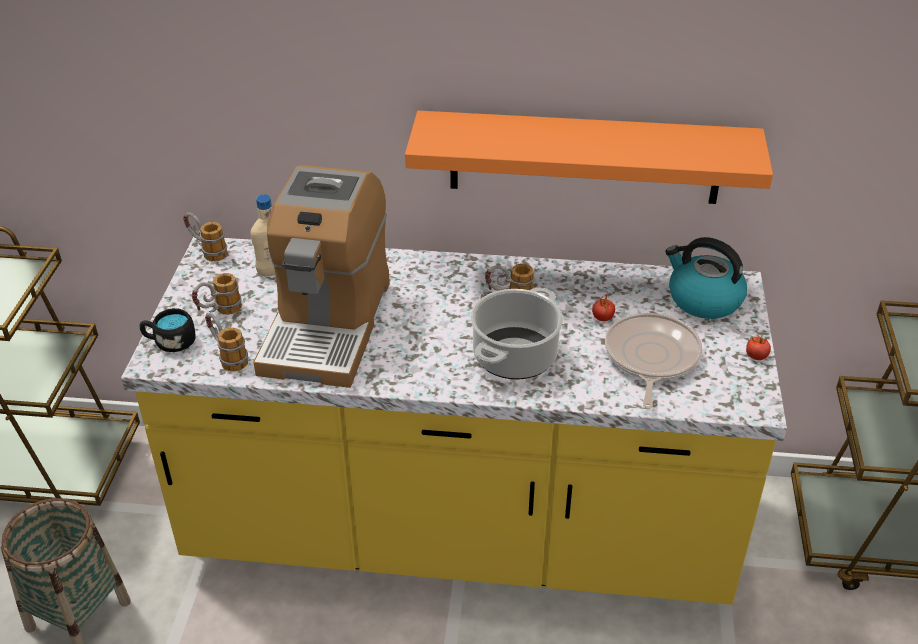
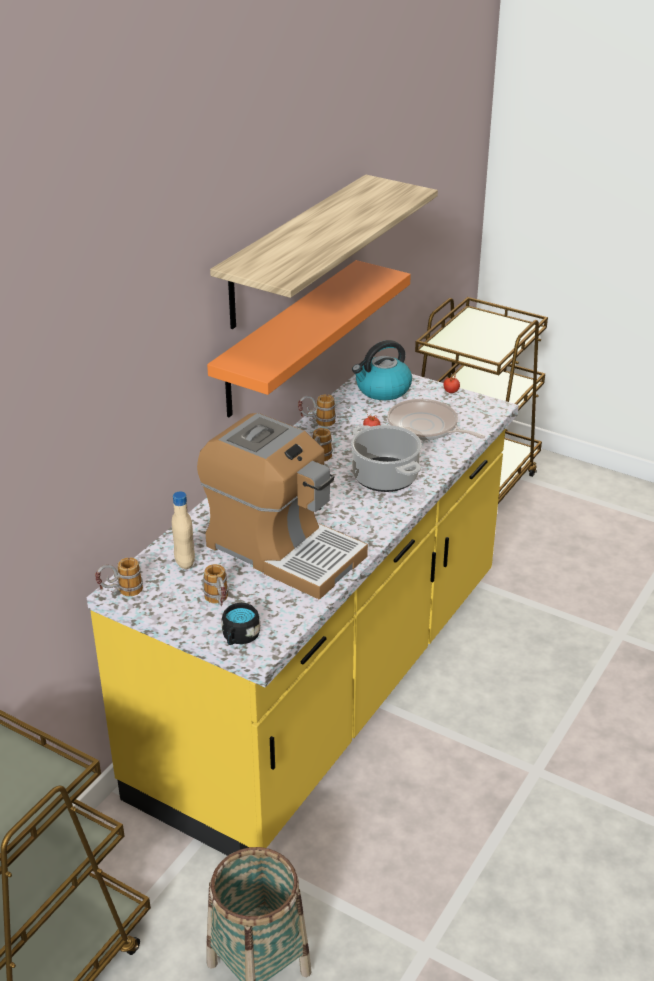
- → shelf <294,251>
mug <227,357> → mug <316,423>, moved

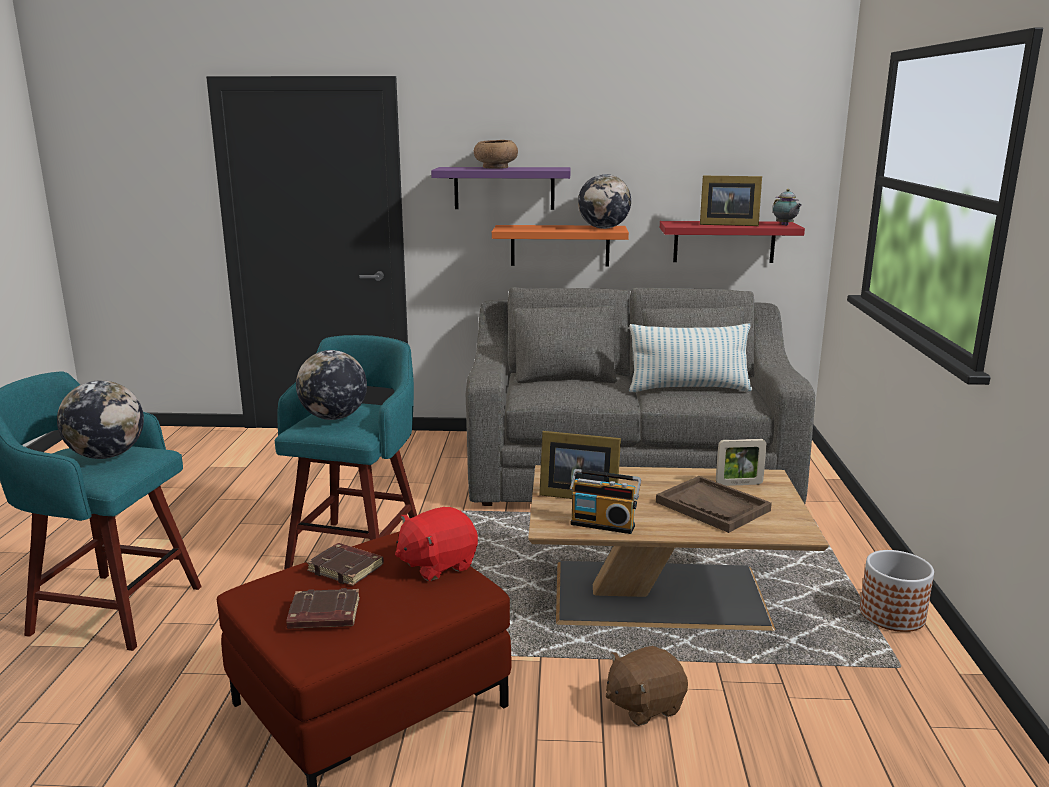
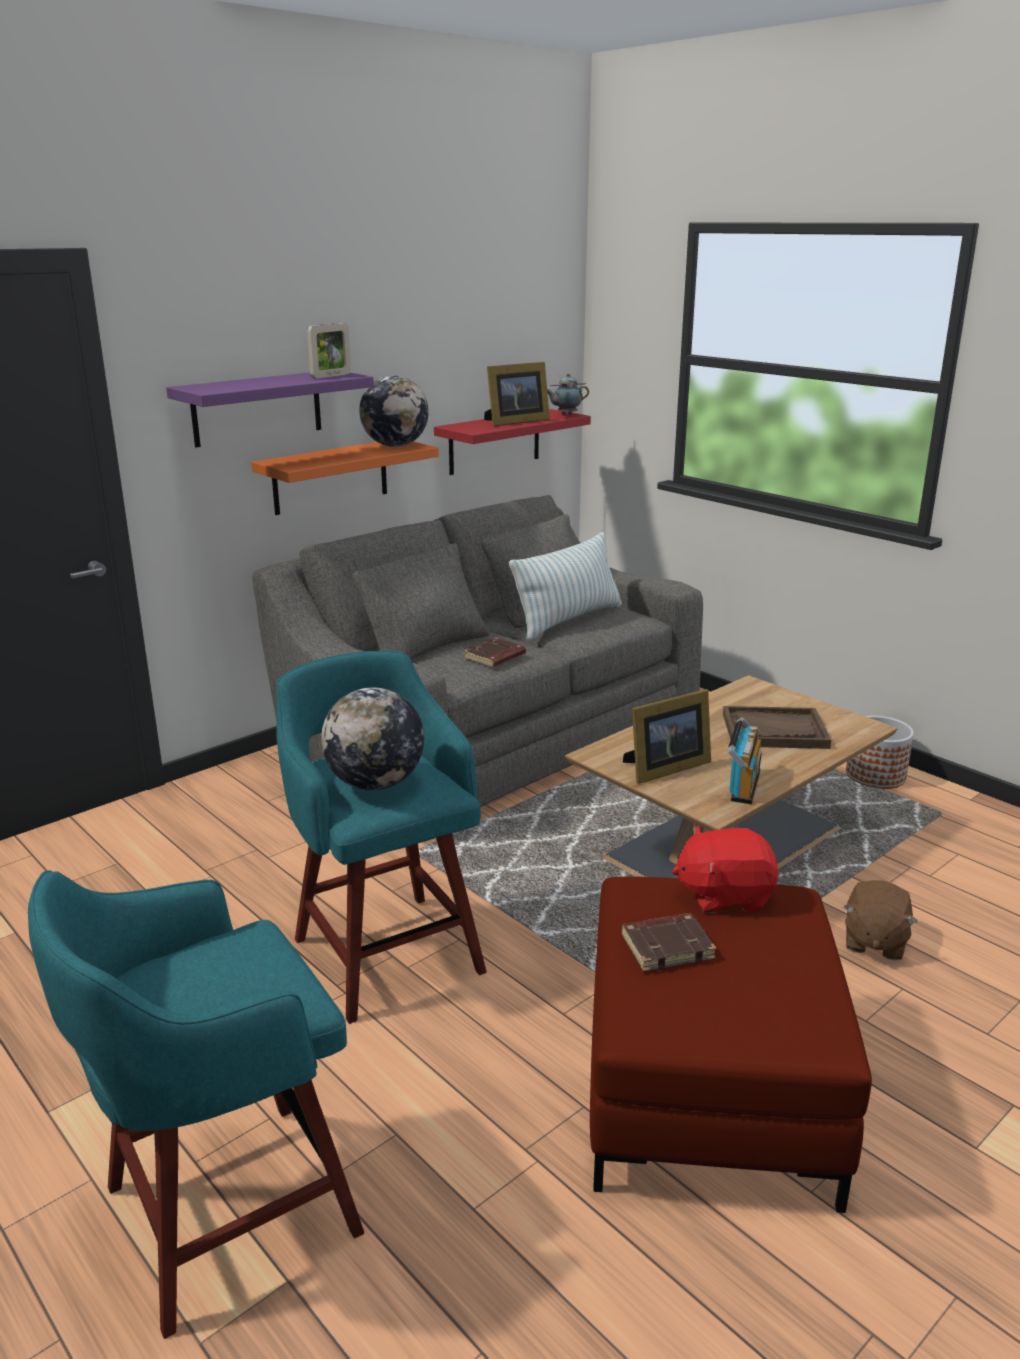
picture frame <739,484> → picture frame <331,376>, moved
brown book <323,615> → brown book <495,657>, moved
teapot <785,225> → teapot <565,415>, 135 degrees clockwise
red plush toy <437,565> → red plush toy <724,895>, 75 degrees clockwise
radio <603,524> → radio <741,785>, 45 degrees counterclockwise
globe <107,455> → -
brown bowl <496,167> → -

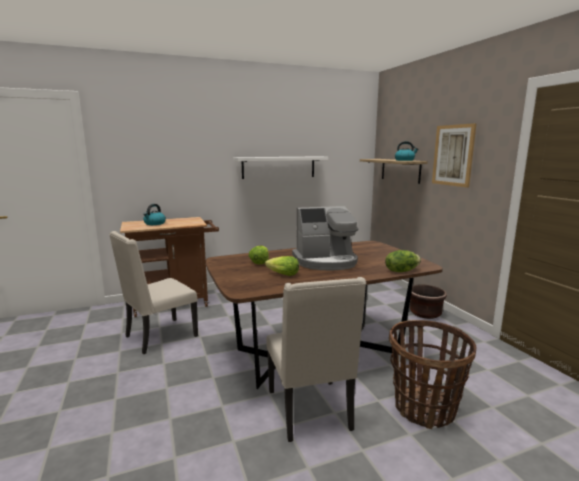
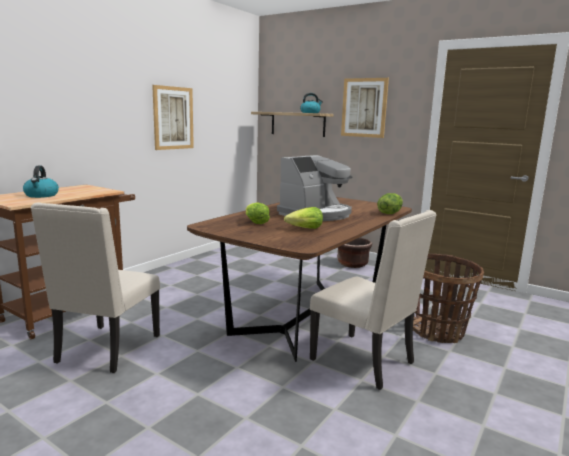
white shelf <279,167> → picture <173,118>

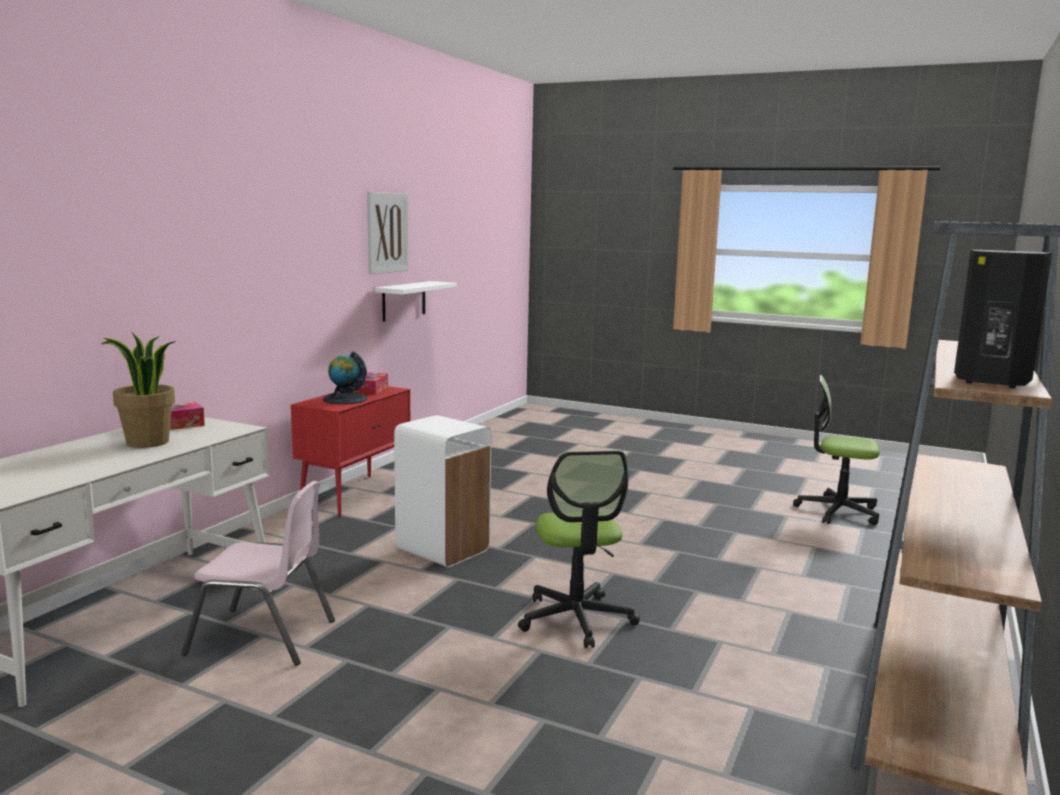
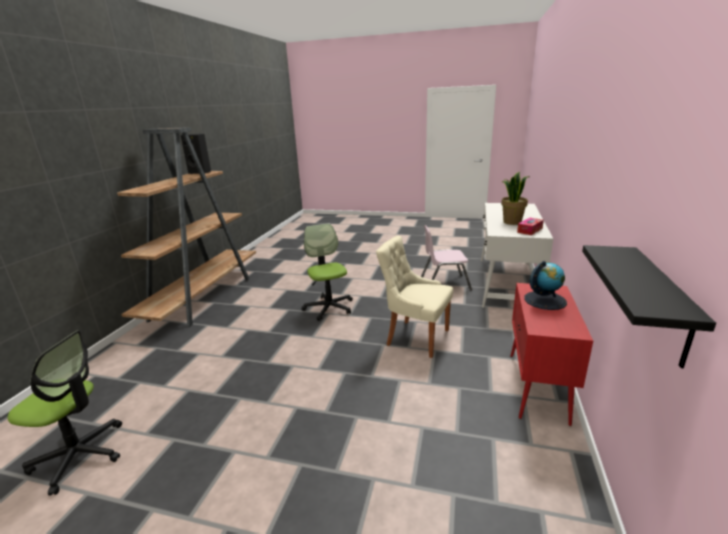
white trash can <442,550> → beige chair <415,337>
white shelf <404,300> → black shelf <661,304>
tissue box <372,390> → -
picture <387,232> → -

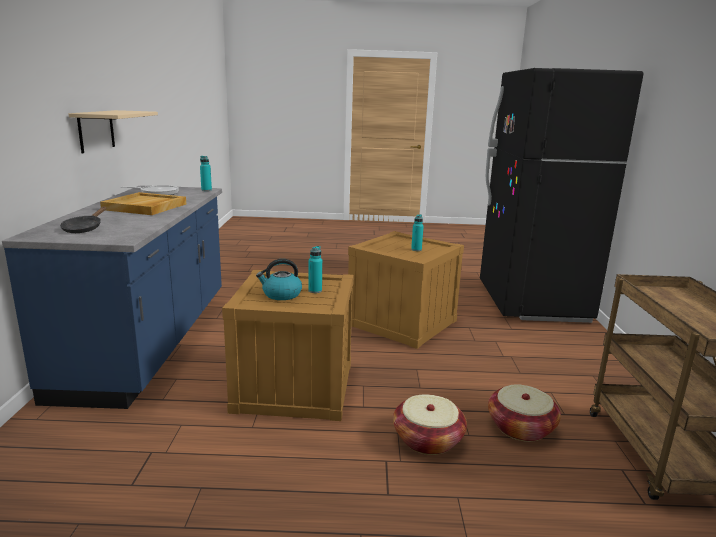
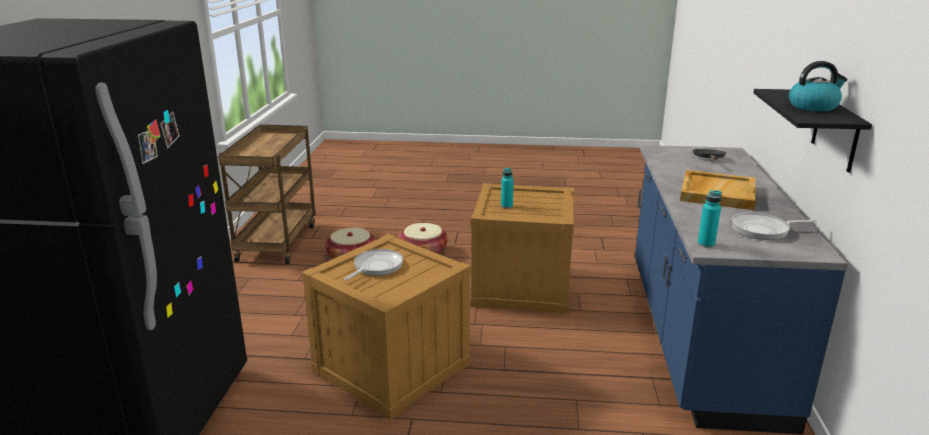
turquoise bottle <416,249> → frying pan <376,267>
beige shelf <96,130> → black shelf <835,131>
kettle <281,295> → kettle <813,106>, moved

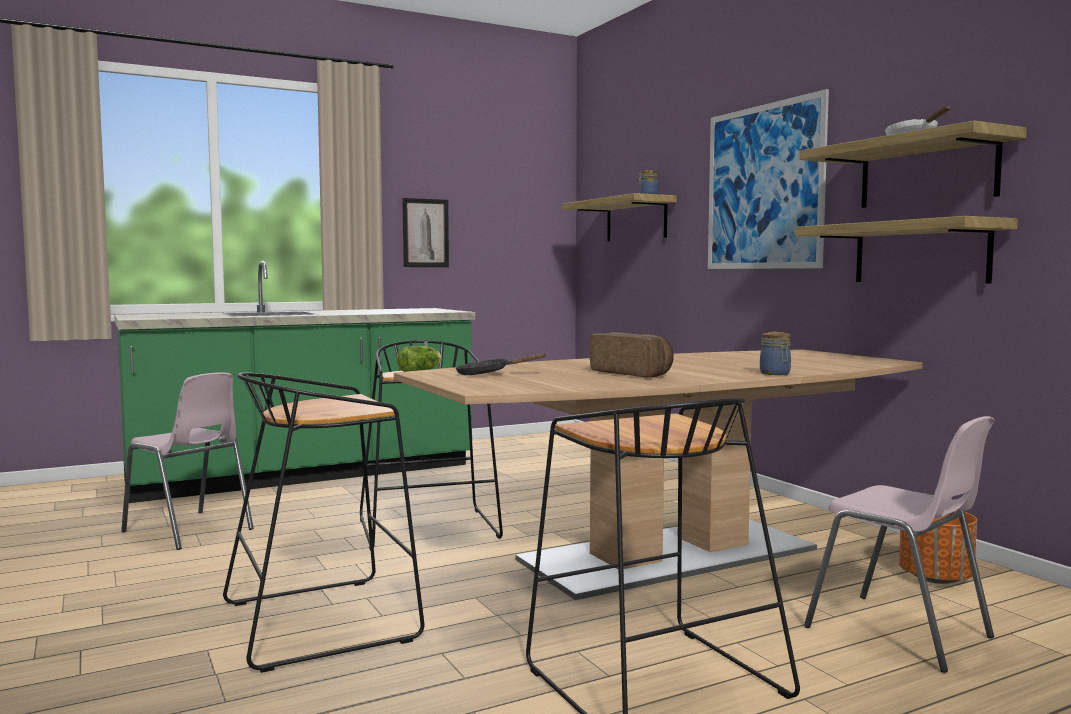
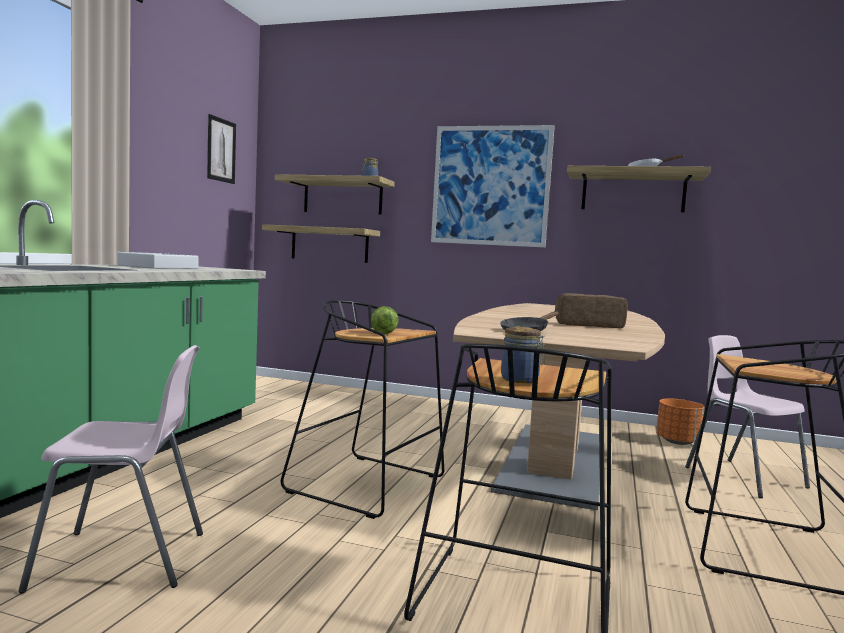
- → grey tray <158,267>
picture <425,233> → picture <221,150>, moved
shelf <920,253> → shelf <329,244>, moved
jar <775,374> → jar <521,380>, moved
pink chair <900,633> → pink chair <743,477>, 120 degrees counterclockwise

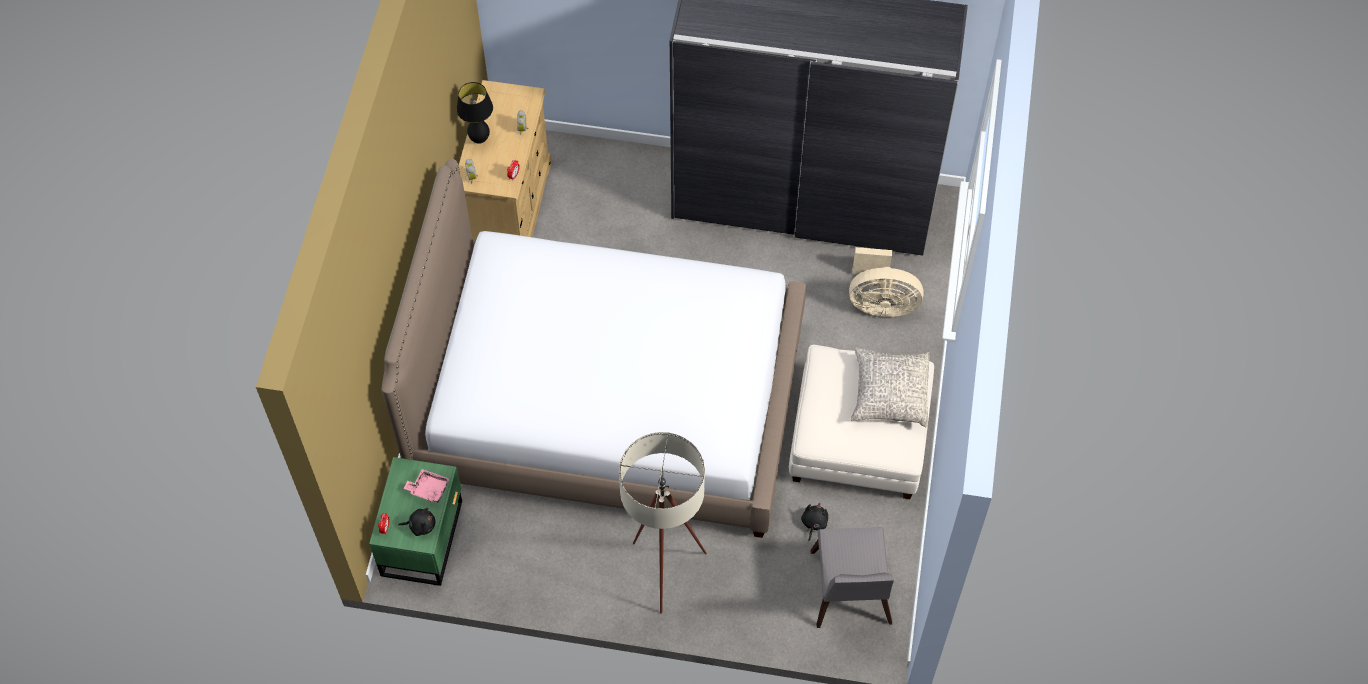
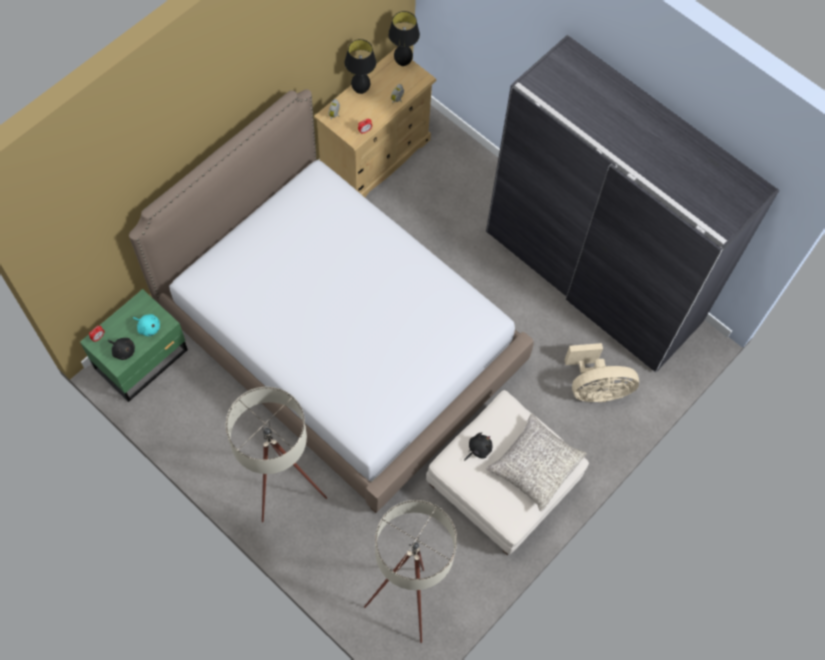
pink tray <428,489> → turquoise plush toy <148,327>
grey chair <849,594> → beige floor lamp <408,598>
- → black table lamp <402,62>
black plush toy <813,523> → black plush toy <478,449>, moved
beige fan <880,303> → beige fan <595,389>, 45 degrees counterclockwise

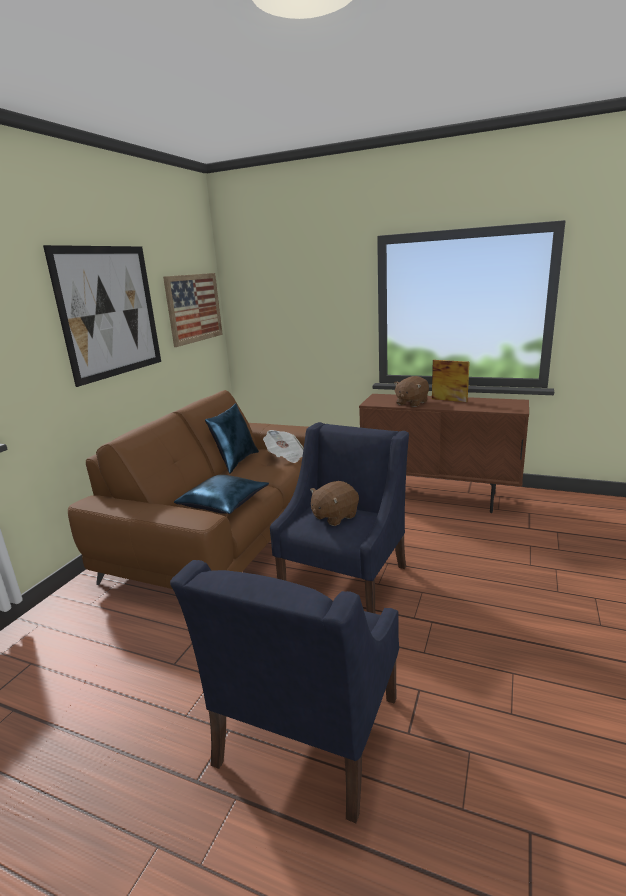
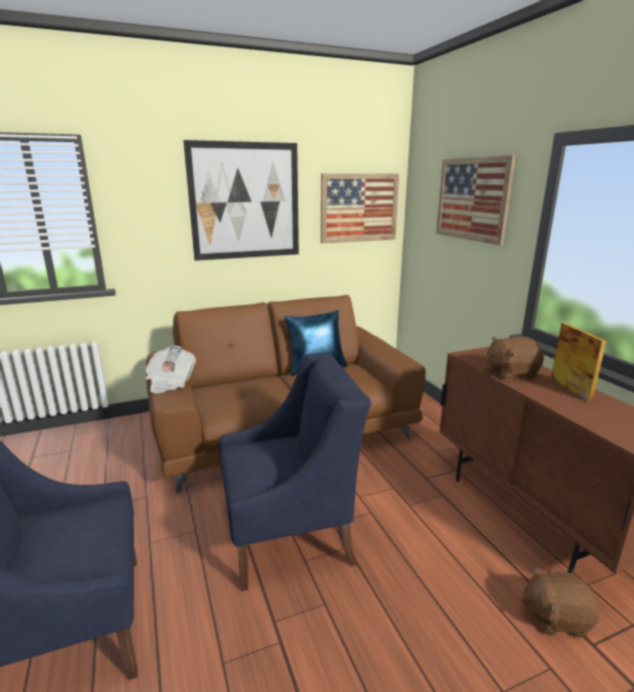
newspaper <285,456> → newspaper <170,382>, moved
- → picture <472,199>
brown plush toy <334,516> → brown plush toy <555,617>, moved
blue pillow <223,502> → -

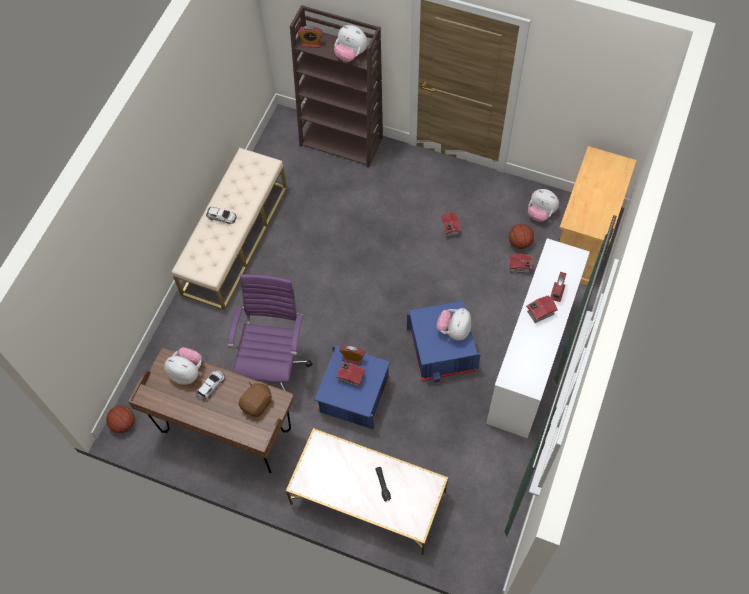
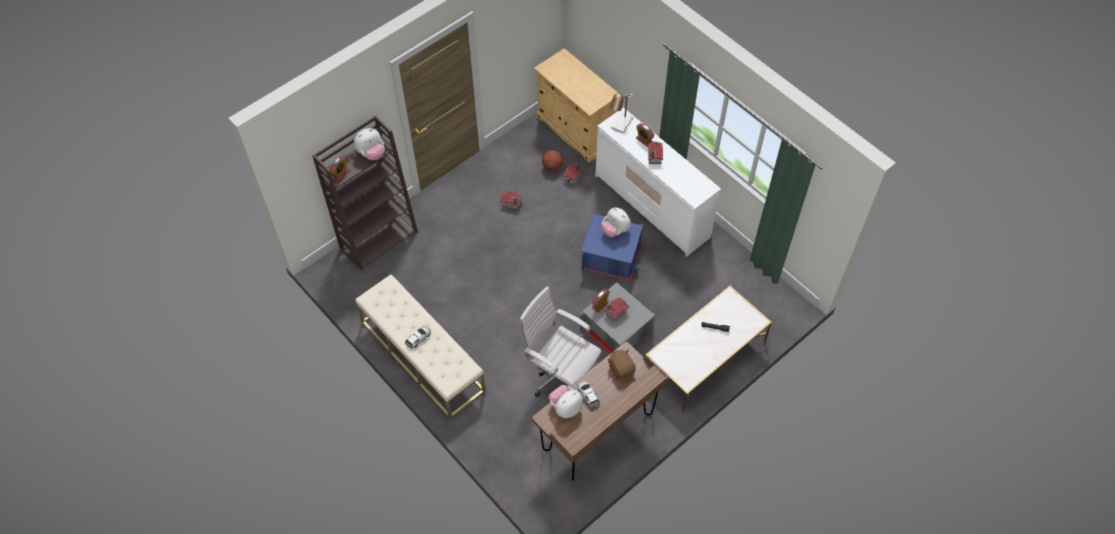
purple office chair <274,367> → white office chair <560,375>
blue storage box <353,395> → grey storage box <616,331>
- → table lamp <620,126>
basketball <123,424> → -
plush toy <540,213> → -

